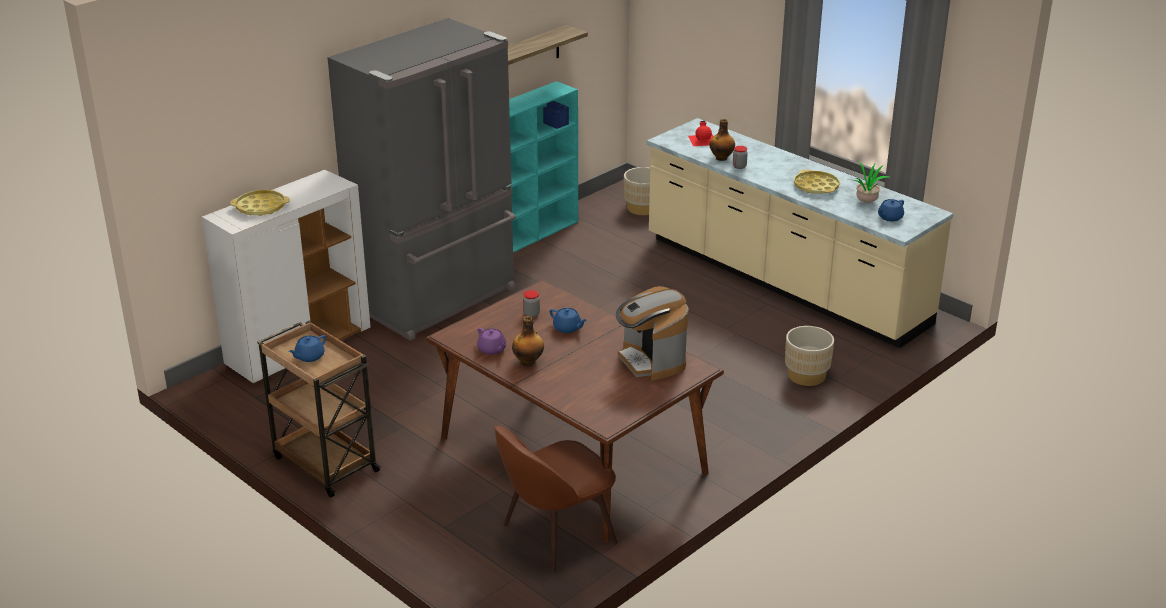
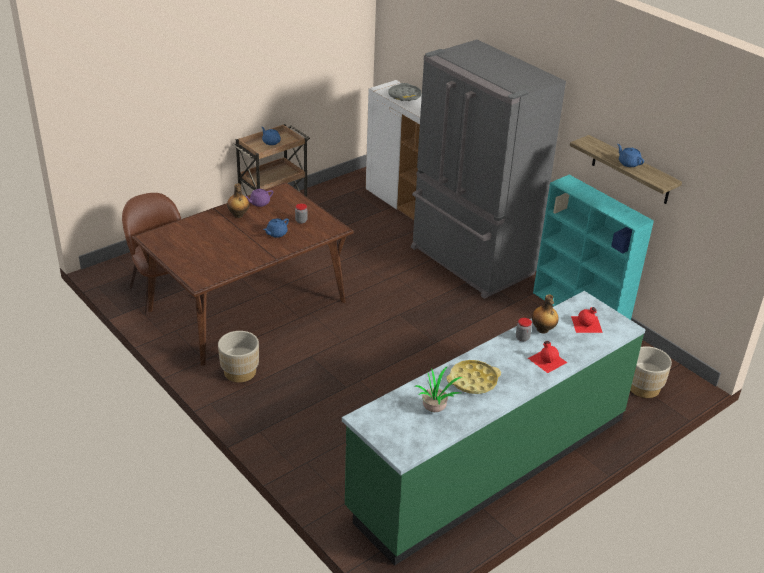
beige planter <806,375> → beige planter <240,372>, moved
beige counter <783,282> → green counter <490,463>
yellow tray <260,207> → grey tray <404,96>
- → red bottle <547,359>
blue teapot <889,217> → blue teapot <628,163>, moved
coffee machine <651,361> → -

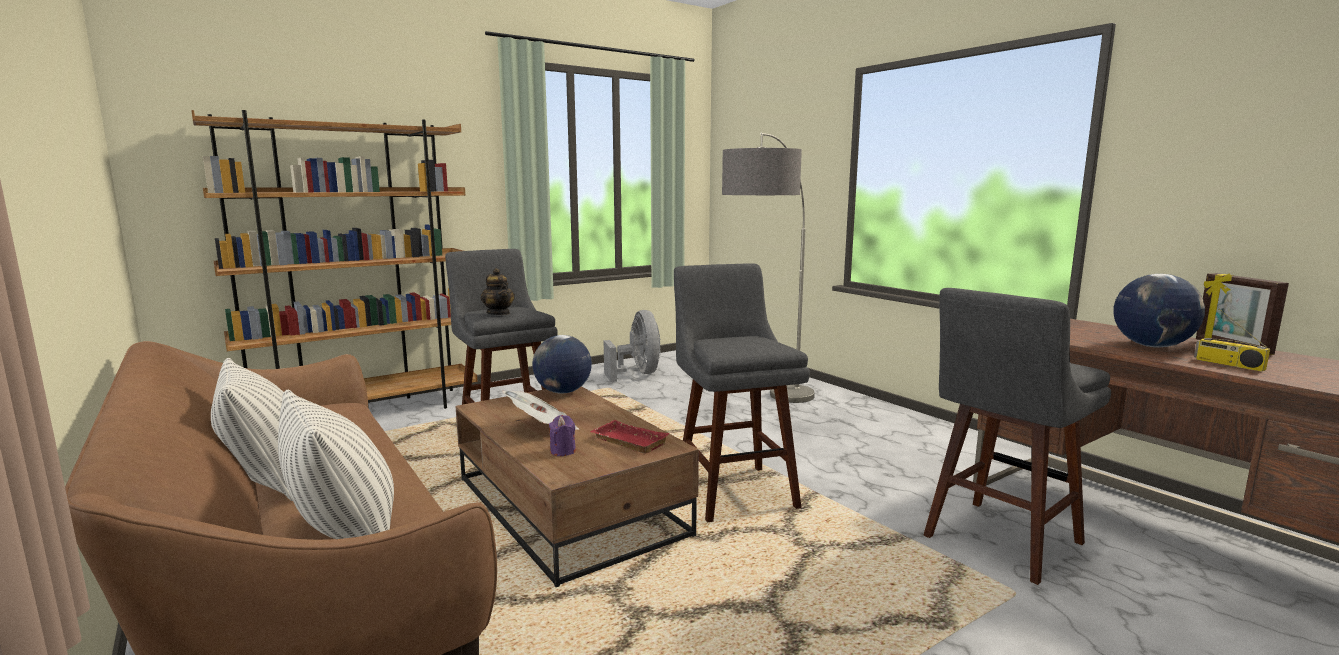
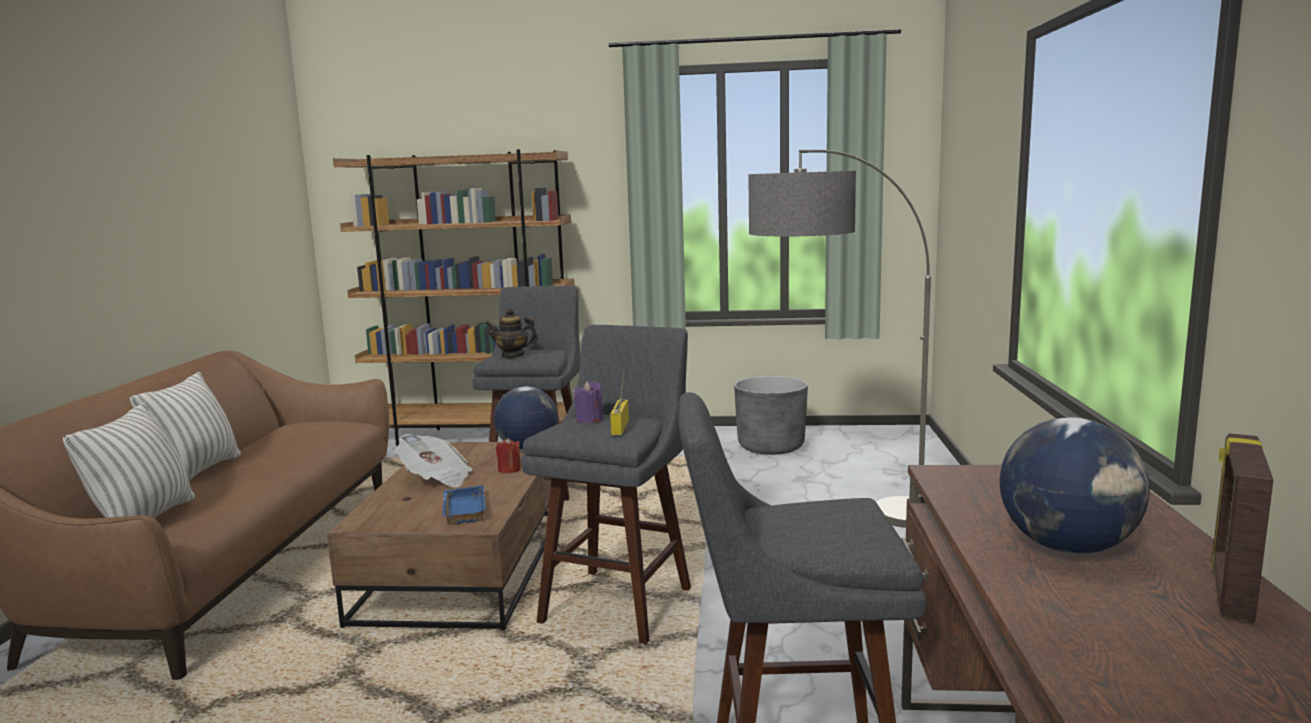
red tray <627,442> → blue tray <462,510>
teapot <498,313> → teapot <513,355>, 90 degrees clockwise
- → red candle <509,469>
purple candle <563,451> → purple candle <589,419>, moved
radio <1228,364> → radio <619,427>, moved
grey fan <637,374> → grey planter <771,447>

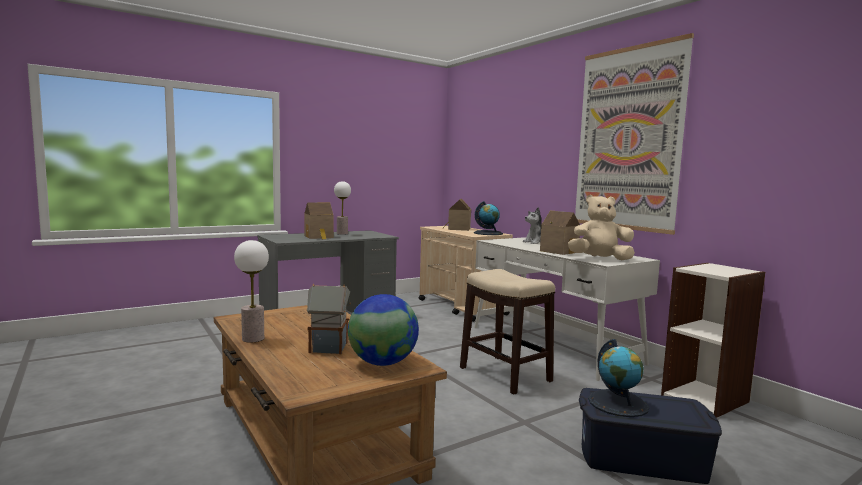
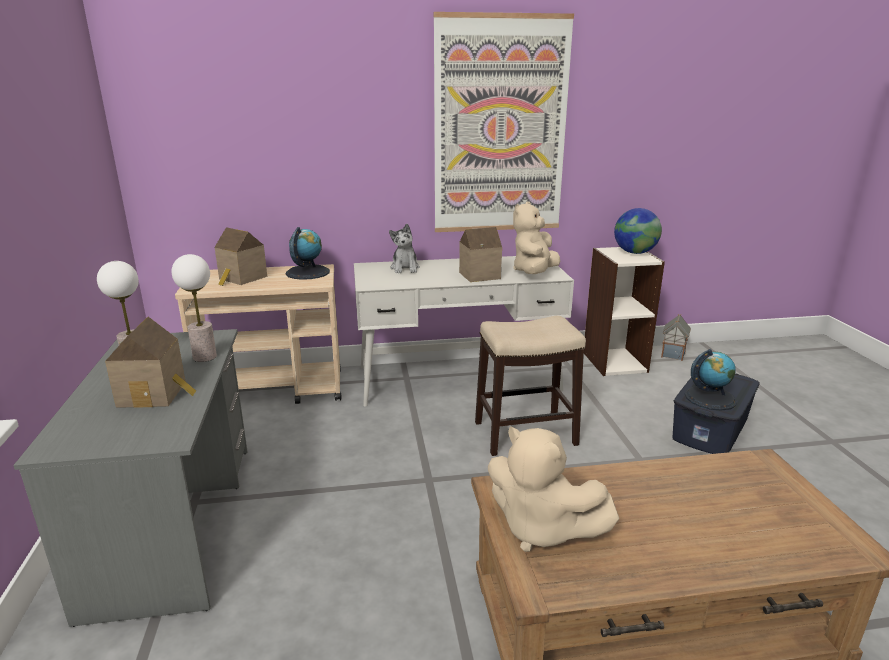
table lamp <253,339> → table lamp <204,357>, moved
- → beige plush toy <541,529>
globe <382,363> → globe <635,253>, moved
toy house <329,347> → toy house <672,354>, moved

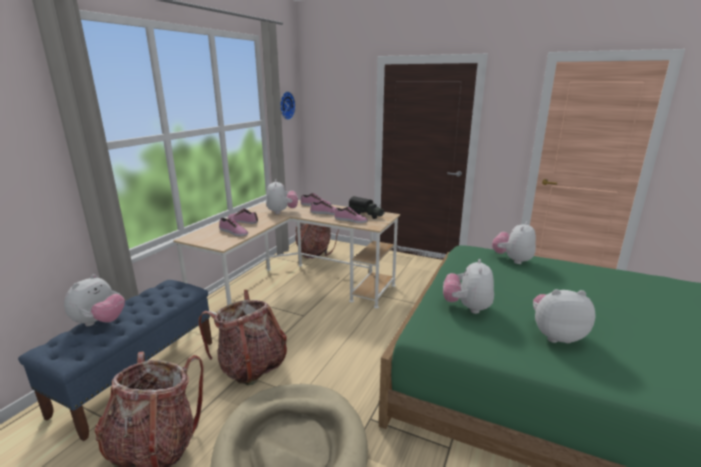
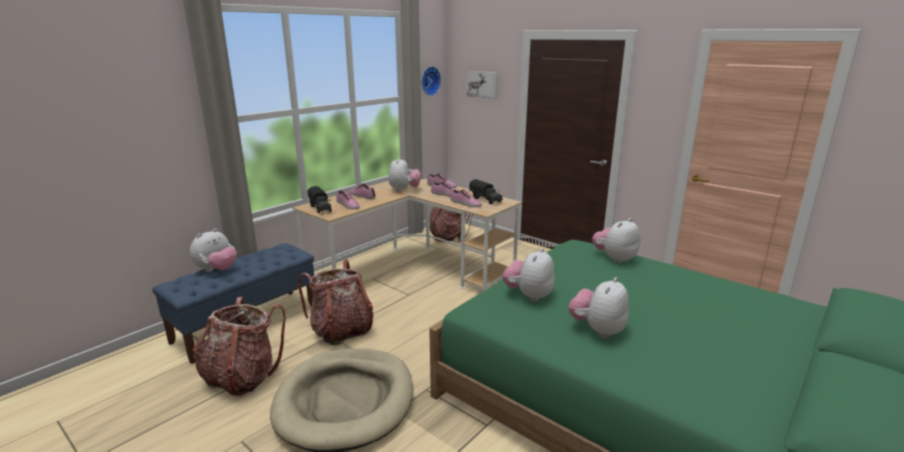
- → toy truck <320,208>
- → picture <483,84>
plush toy <556,335> → plush toy <597,330>, 75 degrees counterclockwise

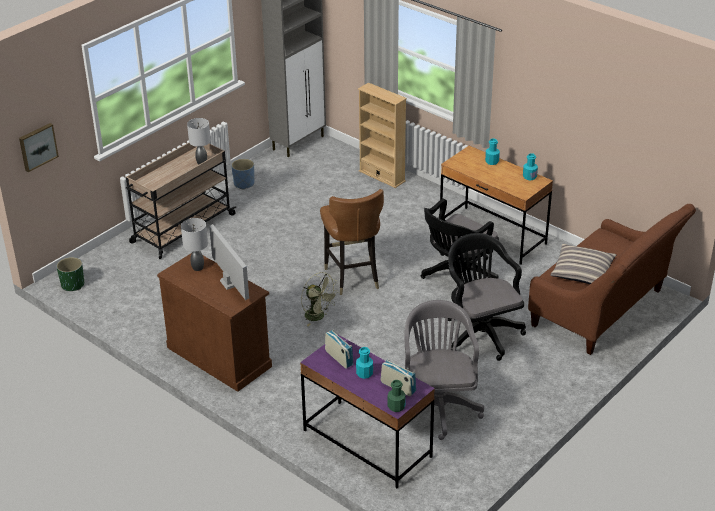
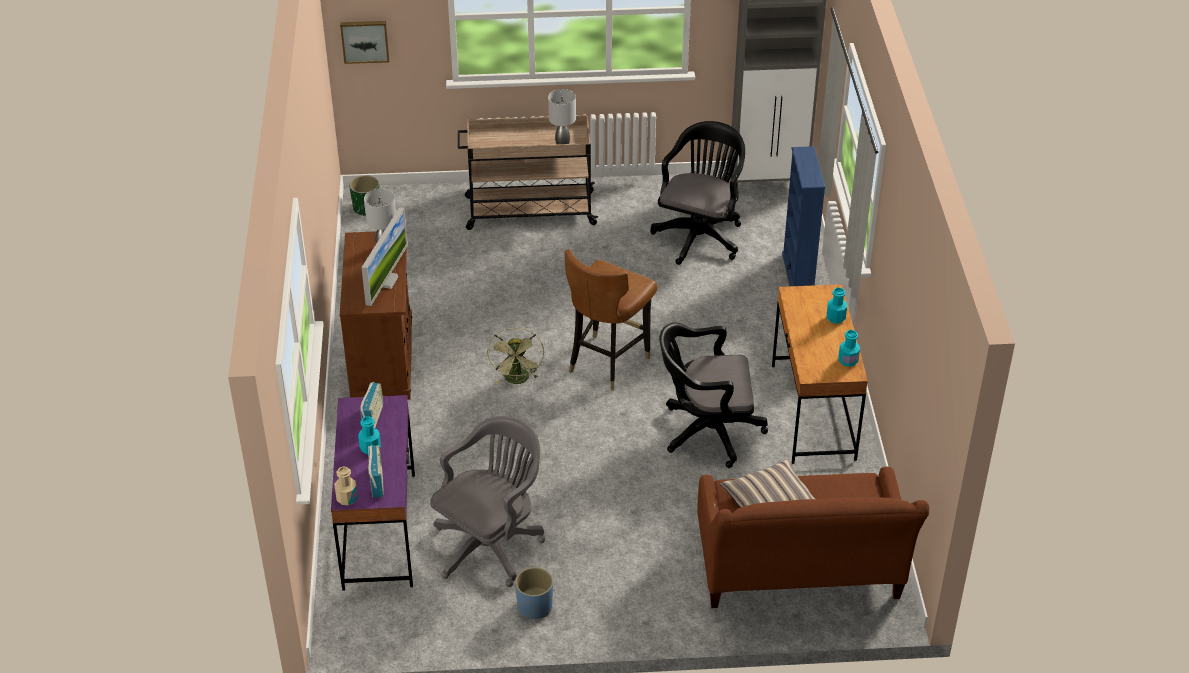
green bottle <396,406> → beige bottle <347,498>
blue planter <244,184> → blue planter <534,607>, moved
black office chair <481,332> → black office chair <700,235>, moved
beige bookcase <382,176> → blue bookcase <798,273>

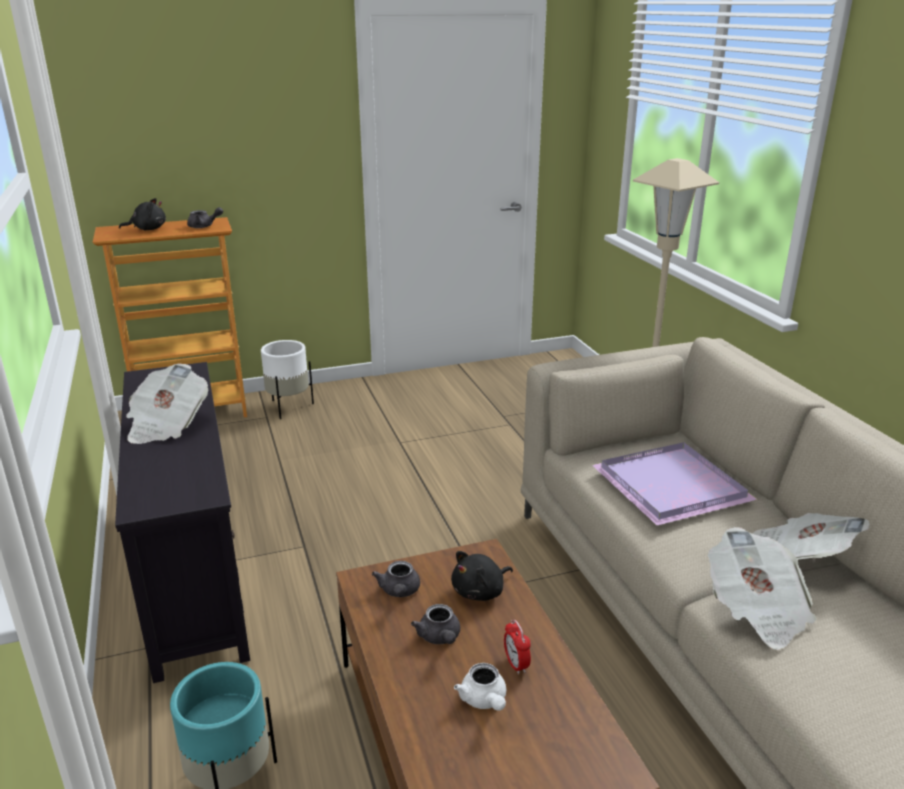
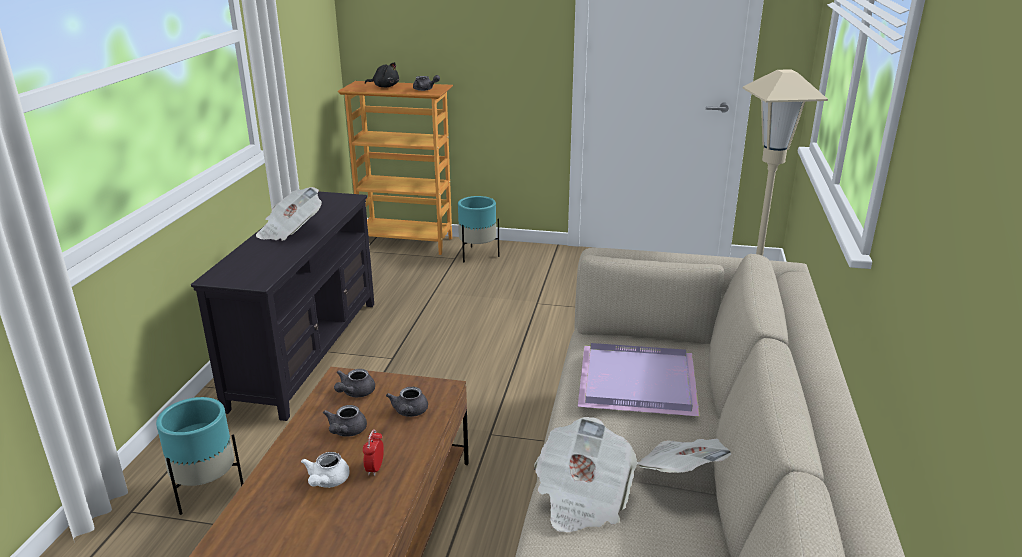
black plush toy <480,591> → grey teapot <409,412>
white planter <288,407> → turquoise planter <477,255>

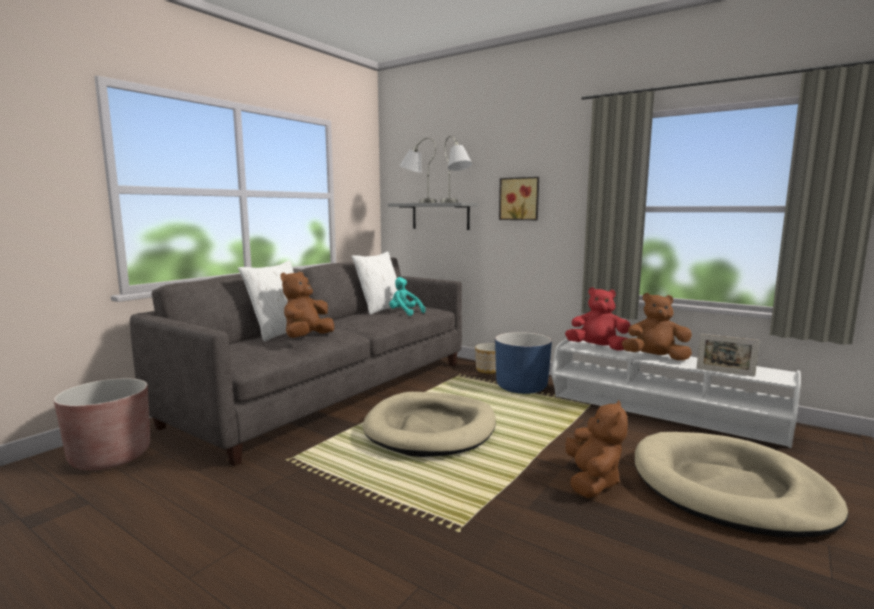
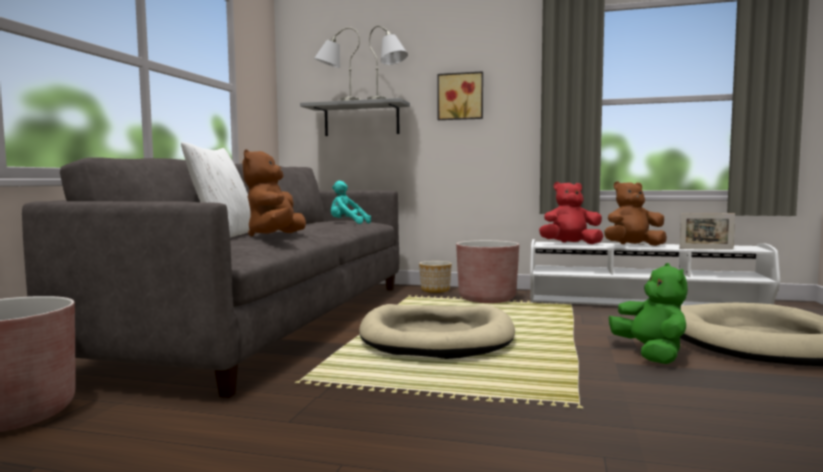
blue planter <521,387> → brown planter <487,299>
brown plush toy <592,482> → green plush toy <651,354>
white pillow <380,308> → -

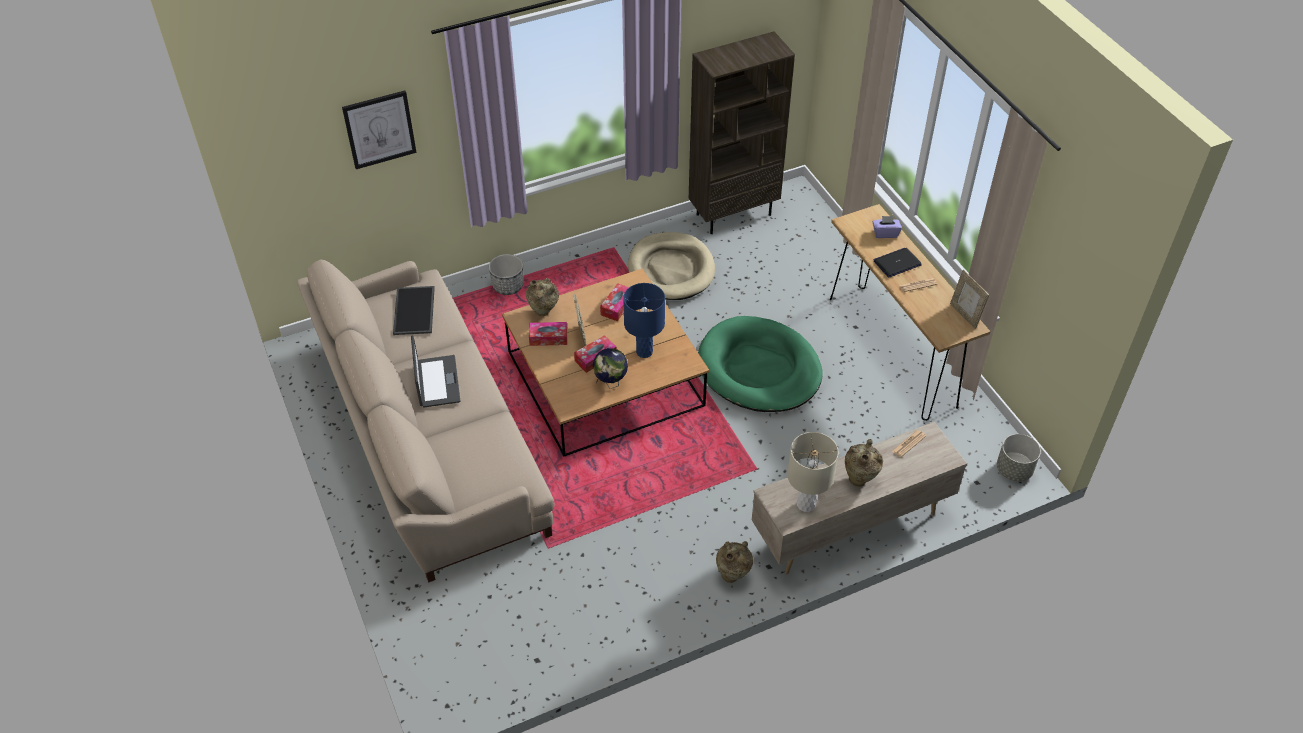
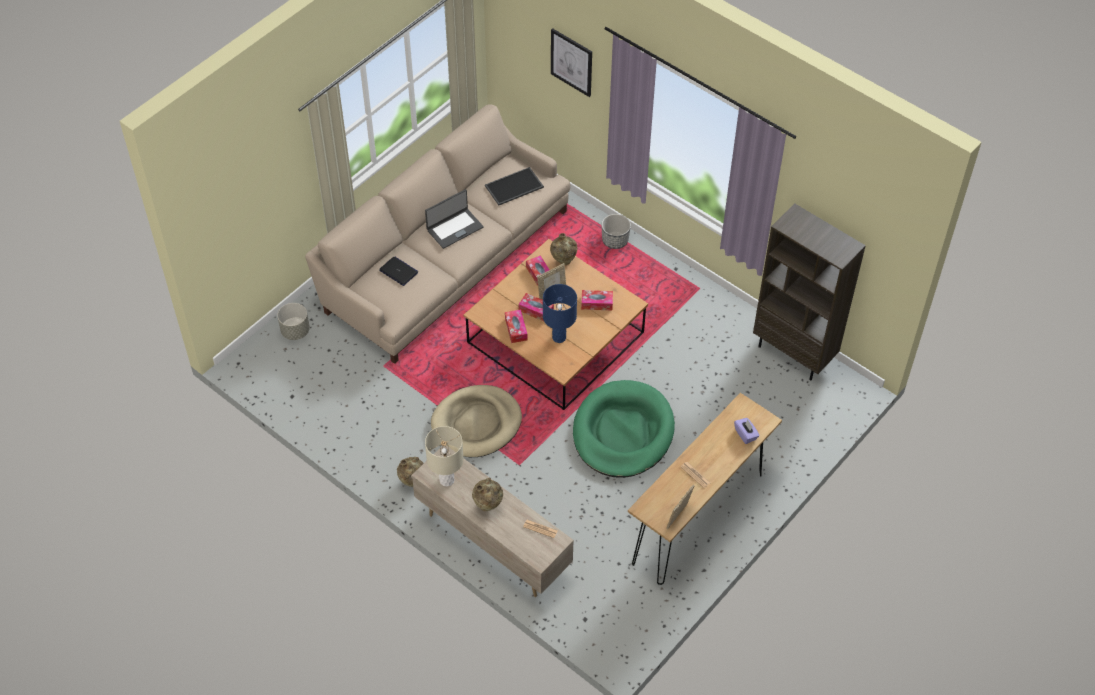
grey planter <1014,470> → grey planter <295,331>, moved
laptop <897,263> → laptop <399,271>, moved
beige dog bed <671,270> → beige dog bed <476,423>, moved
globe <611,383> → tissue box <516,329>

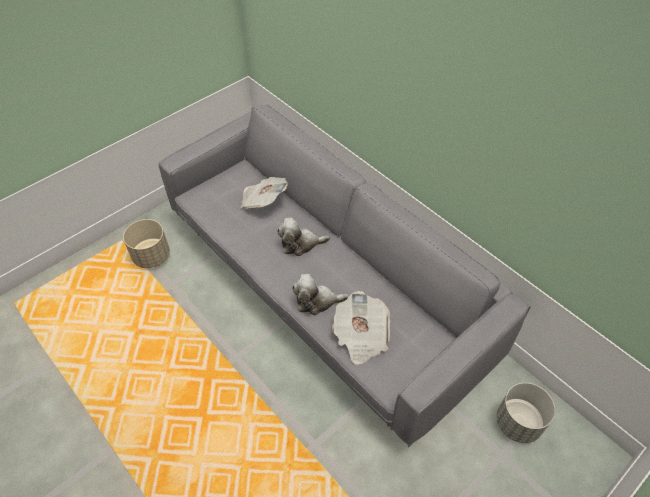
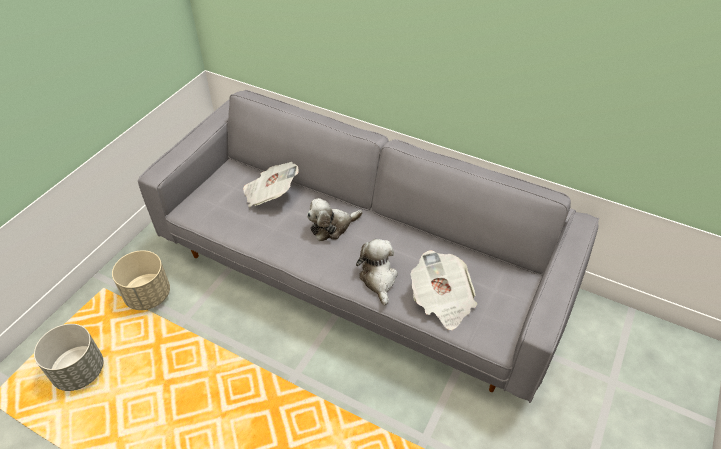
grey planter <518,423> → grey planter <80,372>, moved
plush toy <317,301> → plush toy <378,279>, 105 degrees clockwise

